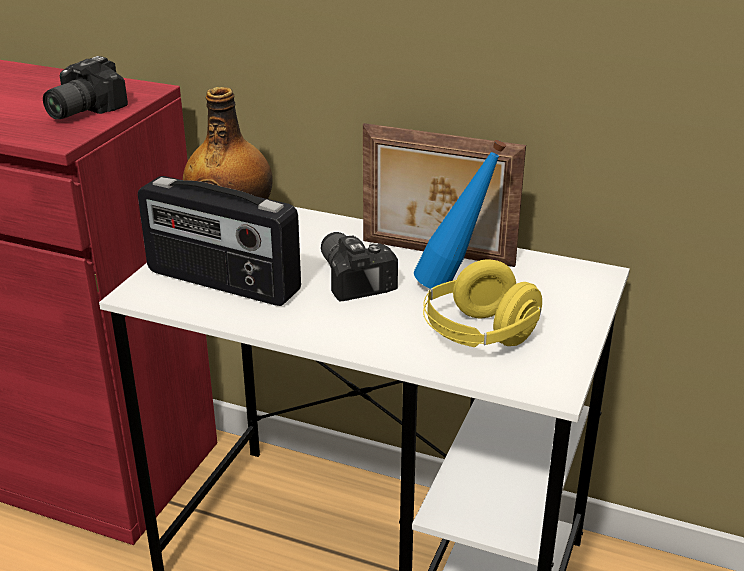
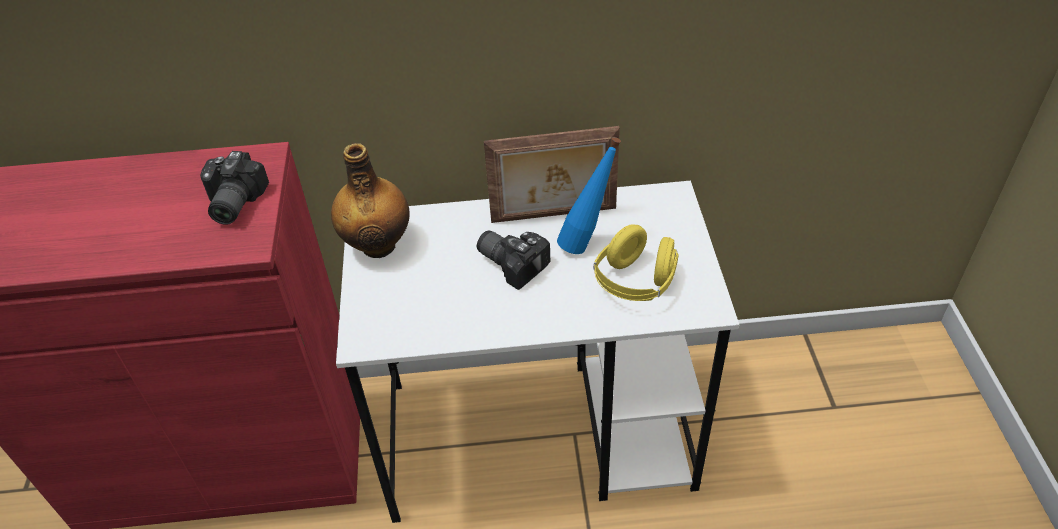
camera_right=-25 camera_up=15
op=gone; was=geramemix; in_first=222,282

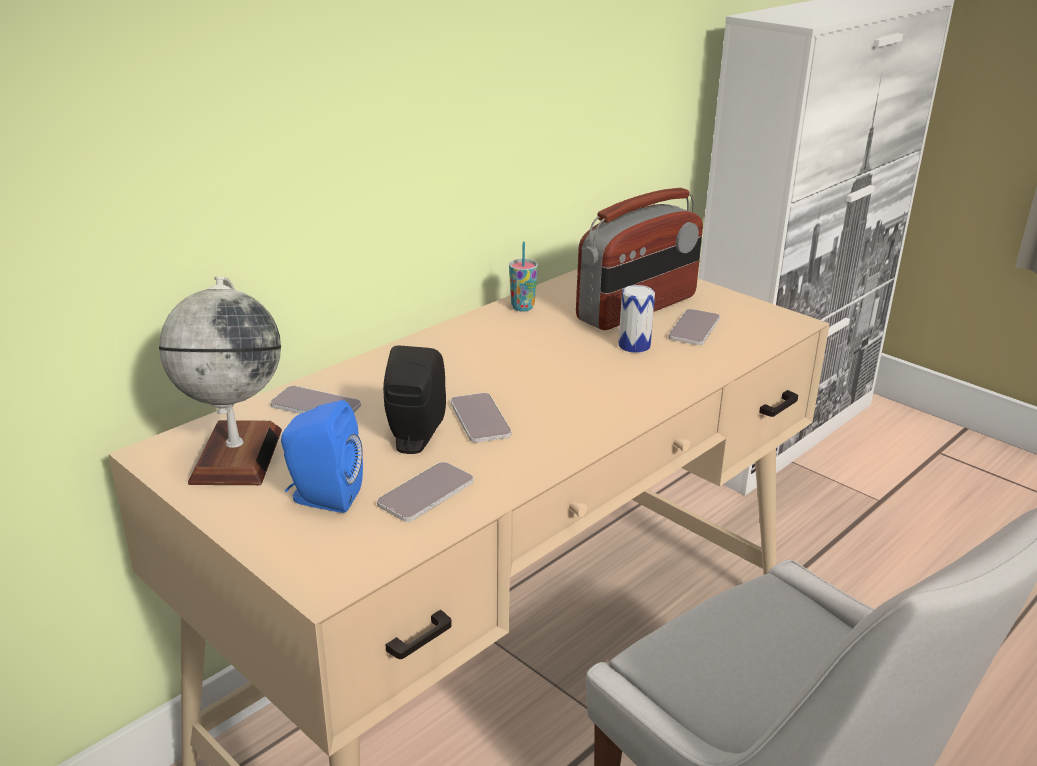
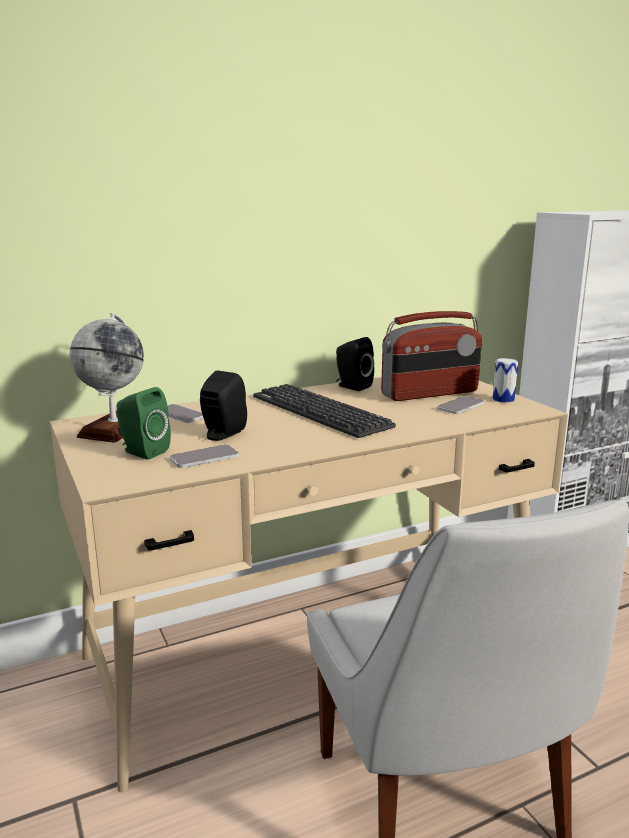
camera_right=20 camera_up=-10
op=swapped; was=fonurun; now=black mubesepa; in_first=522,307; in_second=352,386
op=shifted; was=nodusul; in_first=634,346; in_second=503,399
op=gone; was=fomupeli; in_first=480,419
op=repainted; was=blue mubesepa; now=green mubesepa; in_first=322,498; in_second=142,452
op=new; now=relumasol; in_second=319,411

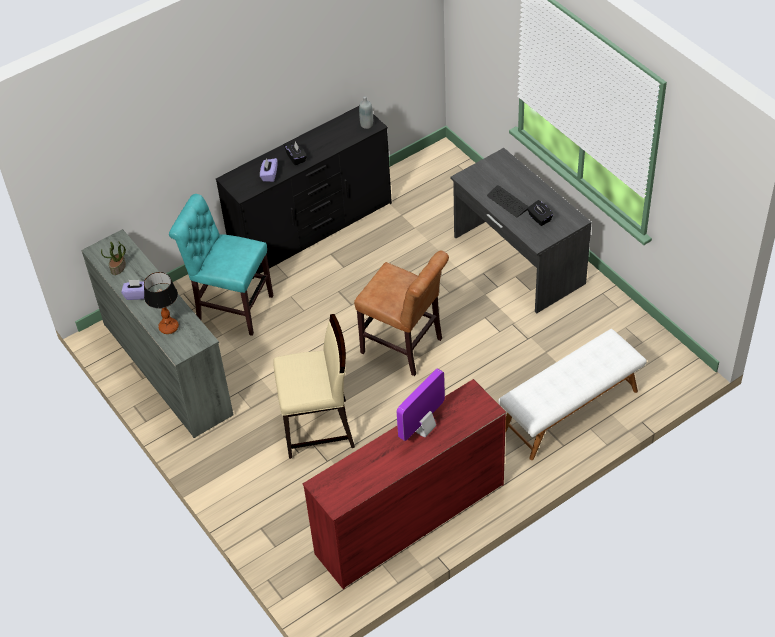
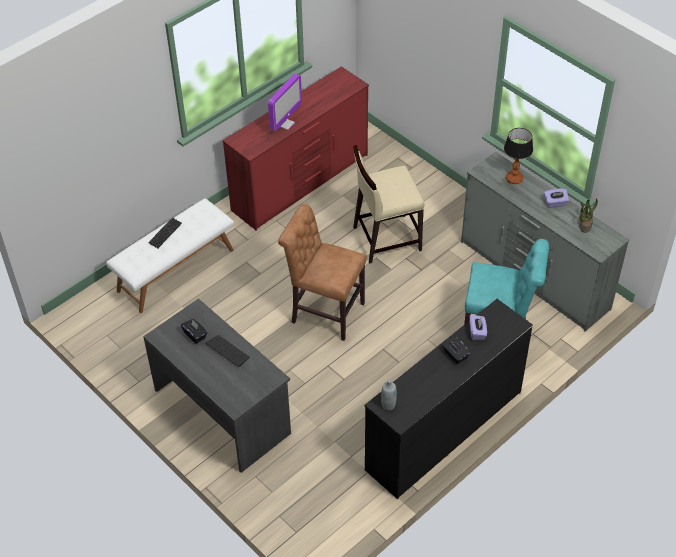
camera_right=170 camera_up=0
op=new; now=relumasol; in_second=165,233

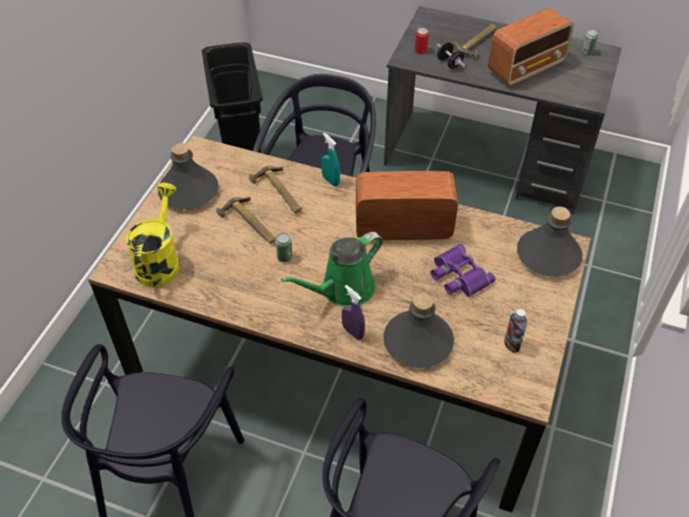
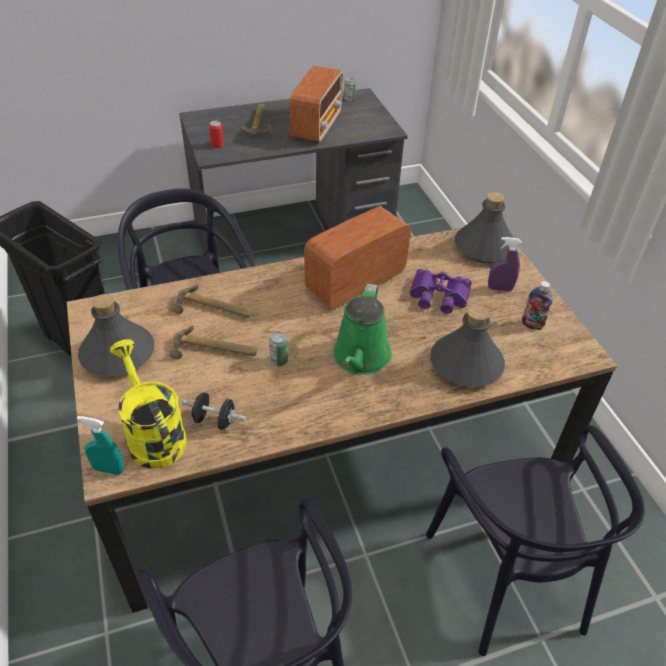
camera_right=-40 camera_up=-5
op=shifted; was=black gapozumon; in_first=449,63; in_second=214,420
op=shifted; was=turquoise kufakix; in_first=330,180; in_second=108,469
op=shifted; was=purple kufakix; in_first=353,332; in_second=500,288

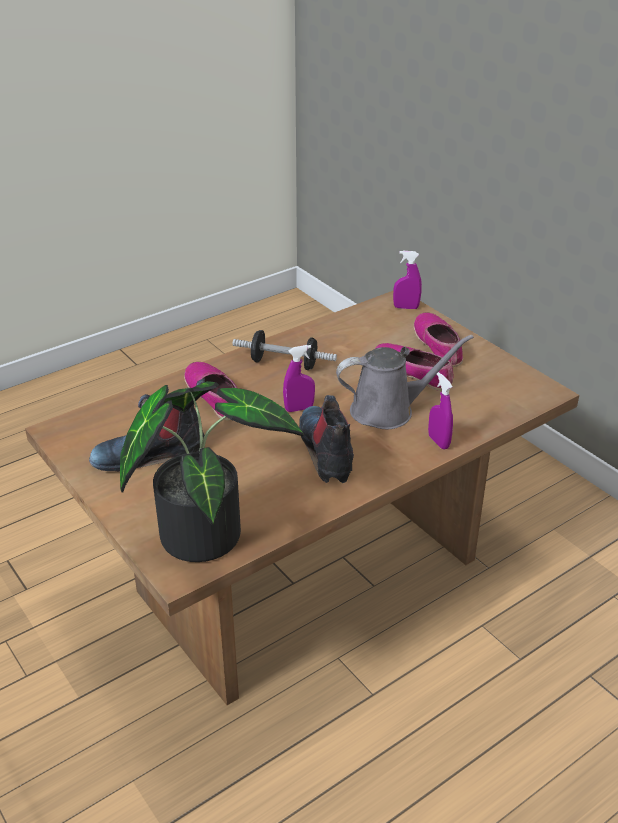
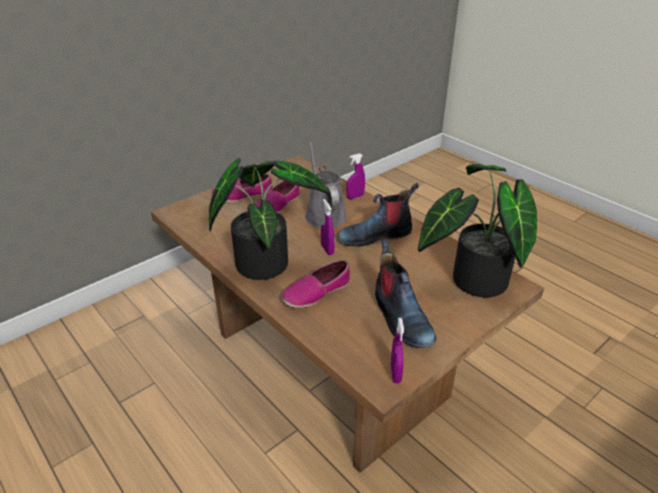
camera_right=-95 camera_up=0
op=shifted; was=purple kufakix; in_first=406,307; in_second=395,374
op=swapped; was=gapozumon; now=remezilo; in_first=284,363; in_second=265,260

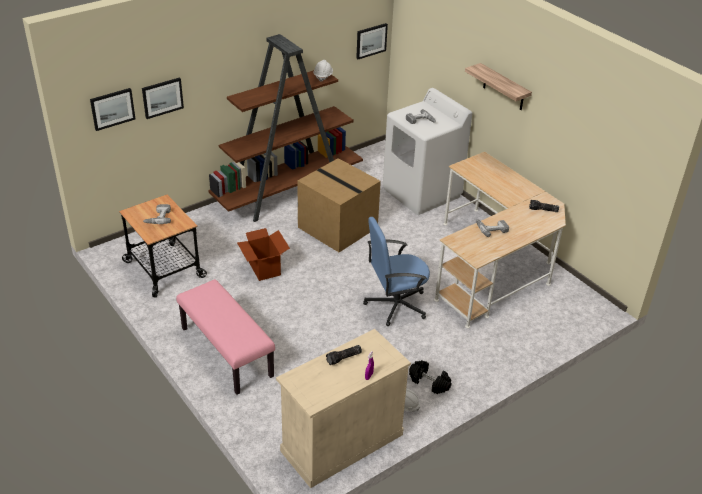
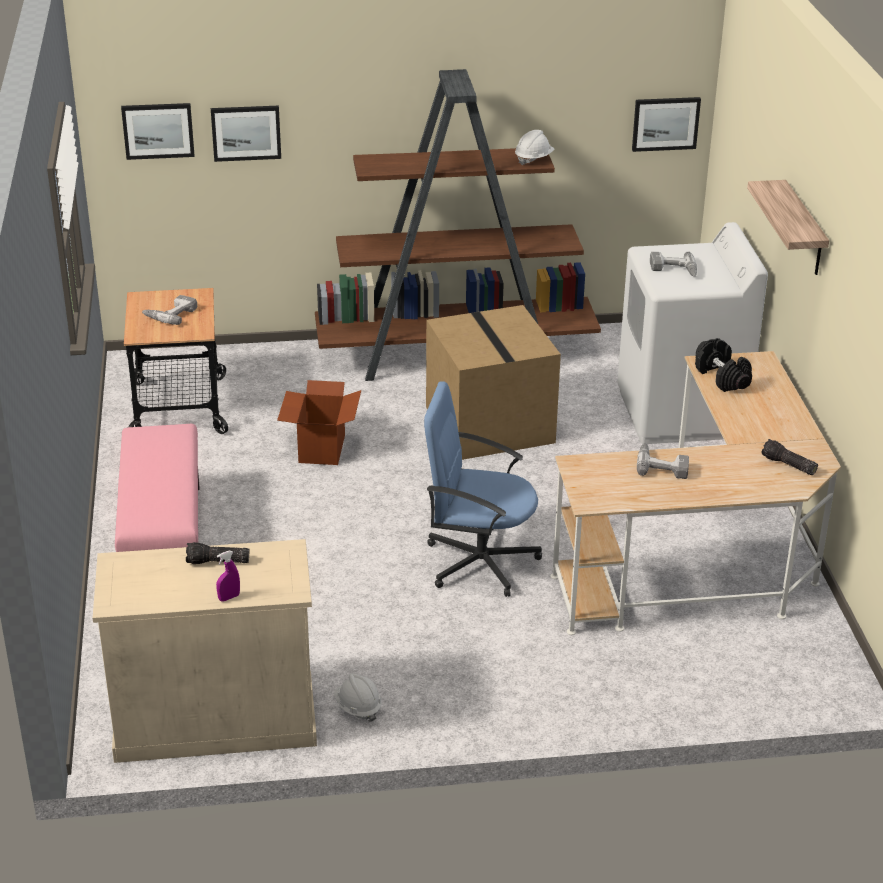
camera_right=30 camera_up=-5
op=shifted; was=black gapozumon; in_first=429,382; in_second=722,377

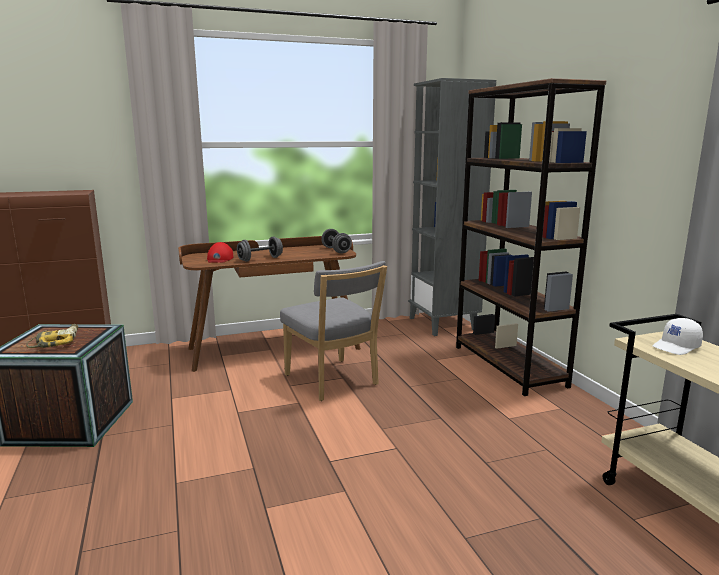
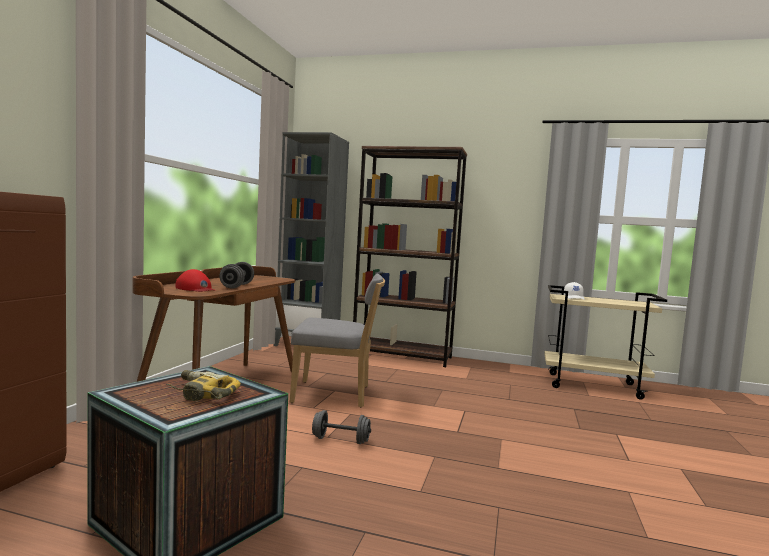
camera_right=-55 camera_up=-10
op=shifted; was=grey gapozumon; in_first=336,250; in_second=340,440

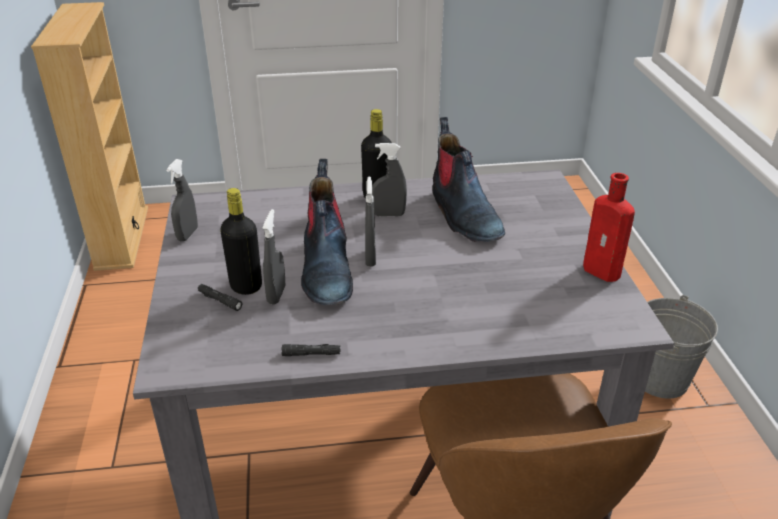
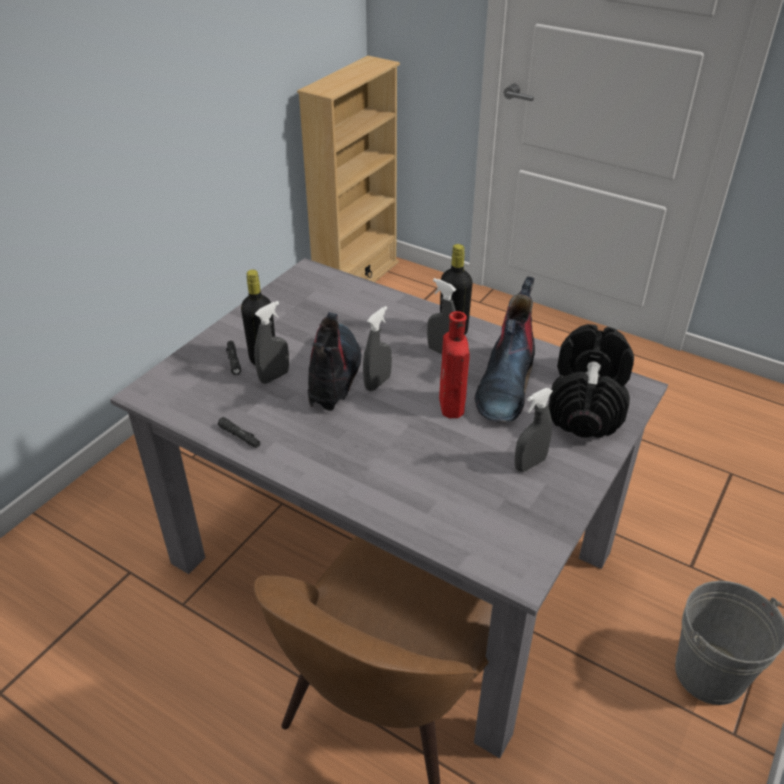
camera_right=40 camera_up=5
op=shifted; was=grey kufakix; in_first=187,234; in_second=530,464
op=rotated; was=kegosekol; in_first=326,269; in_second=334,374; clockwise=150
op=shifted; was=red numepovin; in_first=604,272; in_second=452,407
op=new; now=black gapozumon; in_second=588,402

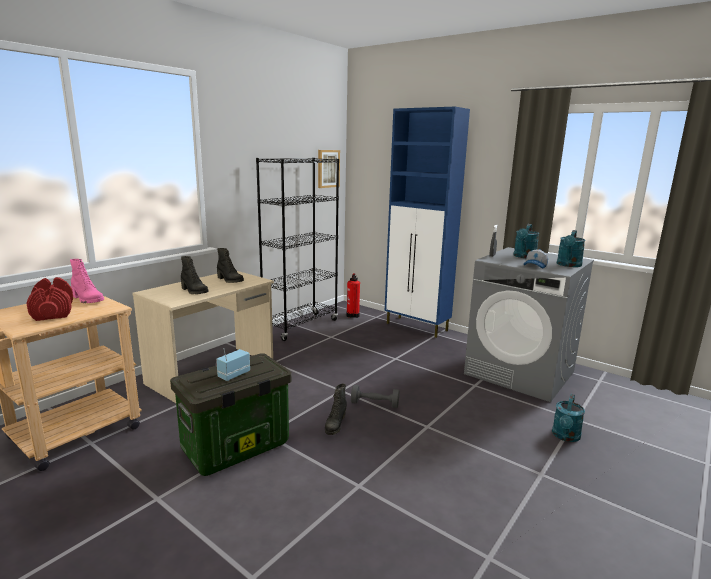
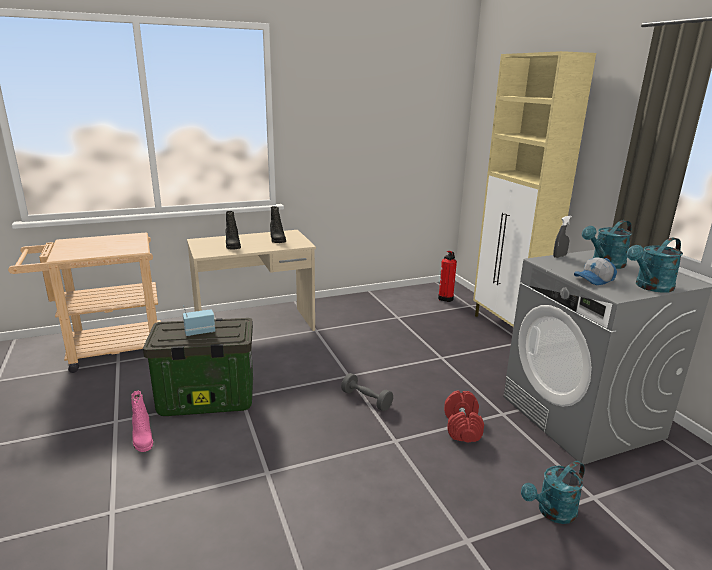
camera_right=30 camera_up=5
op=repainted; was=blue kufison; now=beige kufison; in_first=417,327; in_second=507,328
op=gone; was=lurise; in_first=328,168
op=gone; was=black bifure; in_first=301,326
op=shifted; was=pink kegosekol; in_first=87,300; in_second=142,439
op=shifted; was=red gapozumon; in_first=52,312; in_second=462,426
op=gone; was=black kegosekol; in_first=335,425

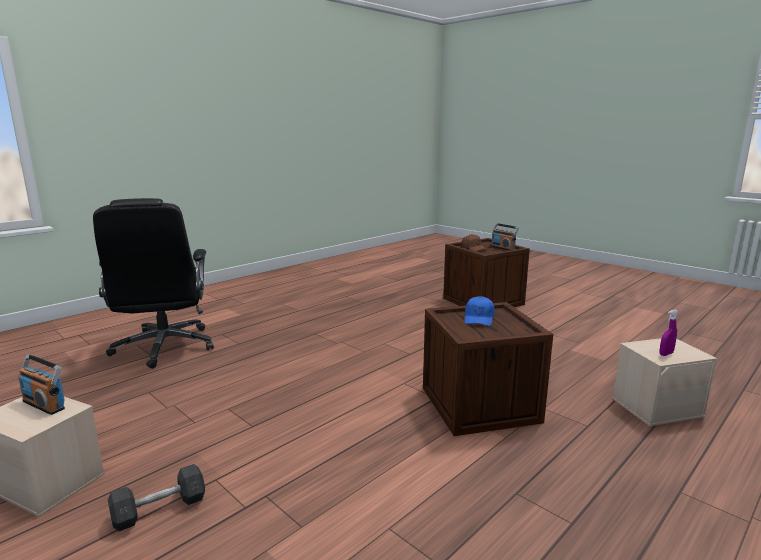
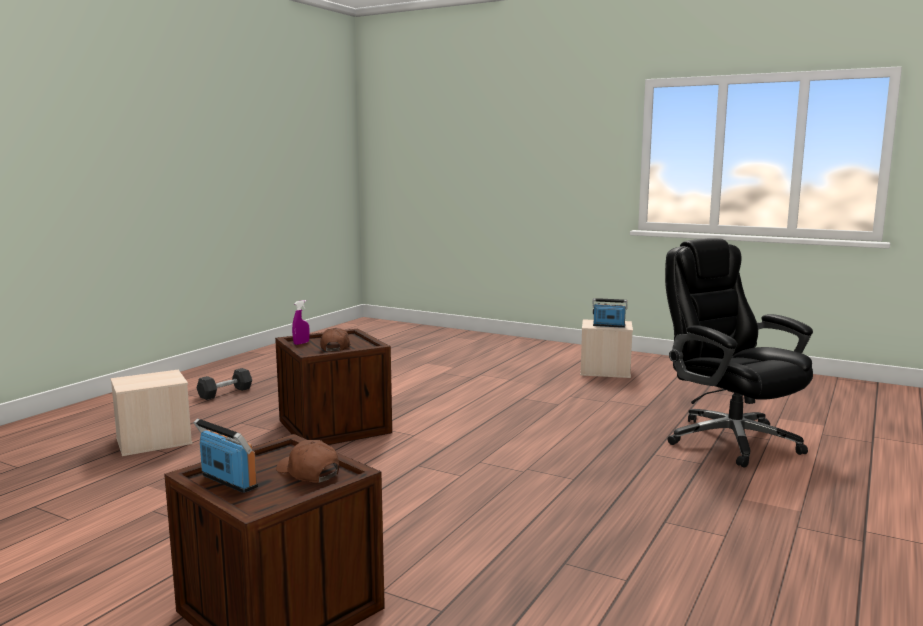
camera_right=165 camera_up=-5
op=repainted; was=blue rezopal; now=brown rezopal; in_first=479,318; in_second=335,347
op=shifted; was=purple kufakix; in_first=666,354; in_second=301,343
op=shifted; was=grey gapozumon; in_first=160,509; in_second=225,393

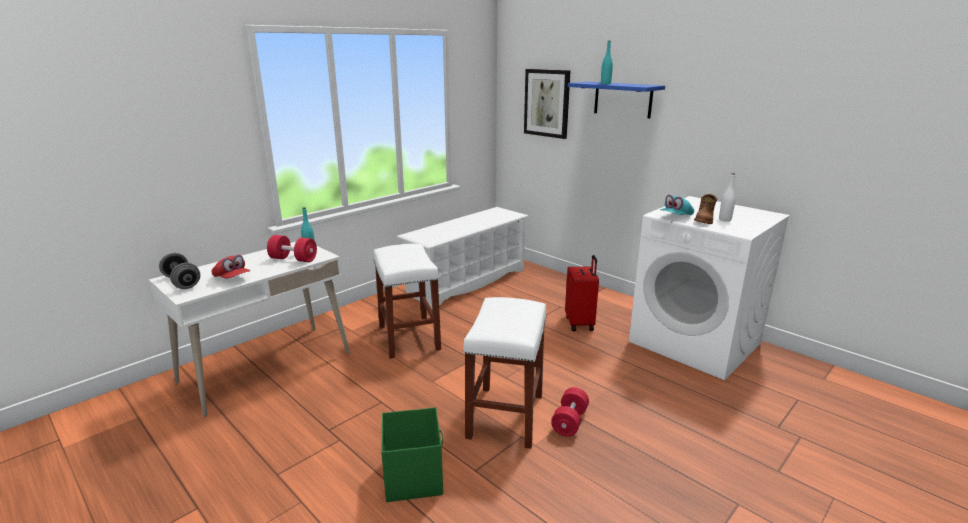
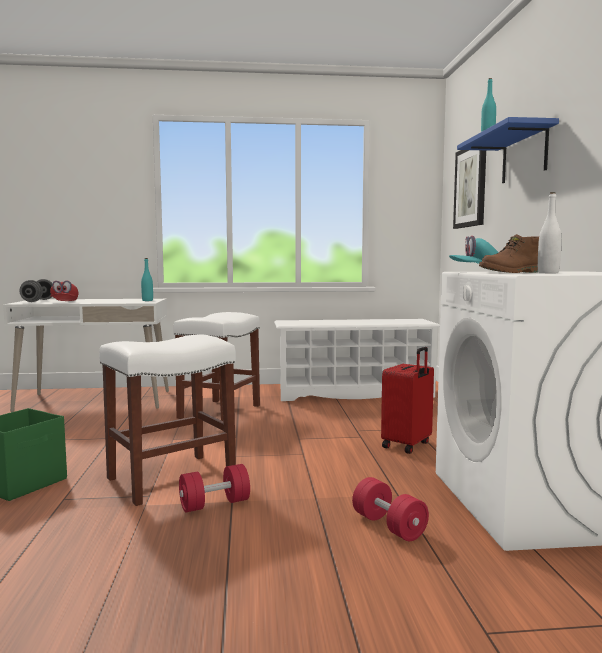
camera_right=40 camera_up=-15
op=shifted; was=red gapozumon; in_first=293,259; in_second=388,526

